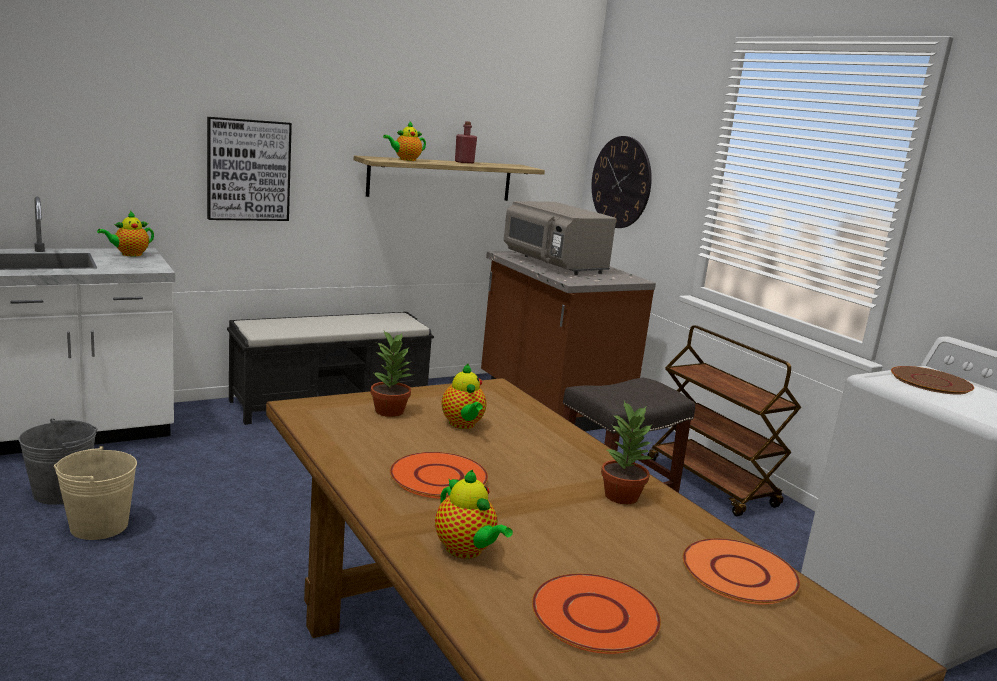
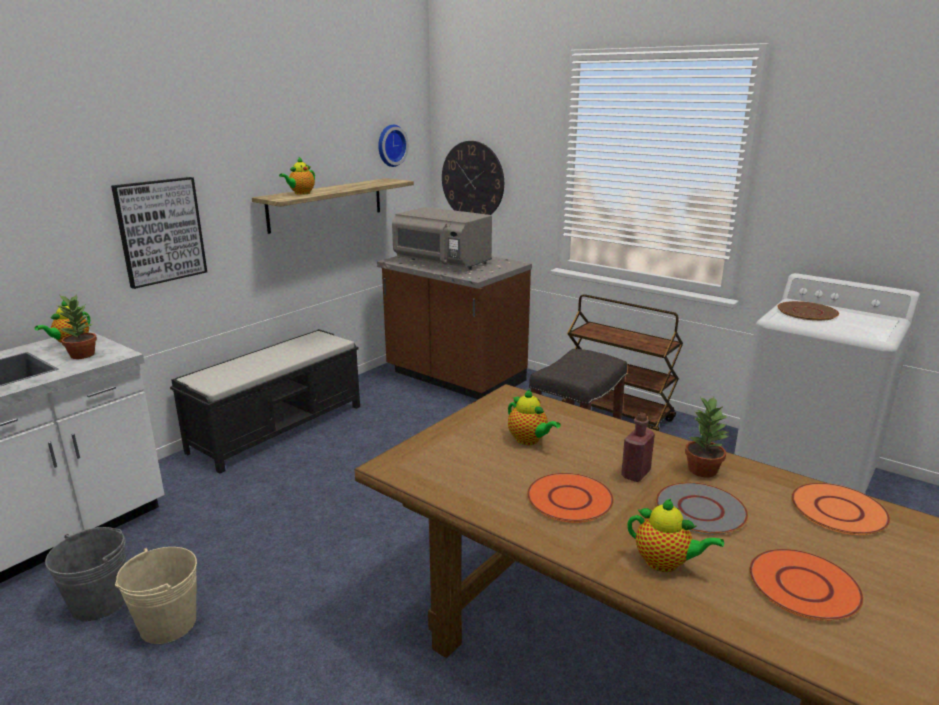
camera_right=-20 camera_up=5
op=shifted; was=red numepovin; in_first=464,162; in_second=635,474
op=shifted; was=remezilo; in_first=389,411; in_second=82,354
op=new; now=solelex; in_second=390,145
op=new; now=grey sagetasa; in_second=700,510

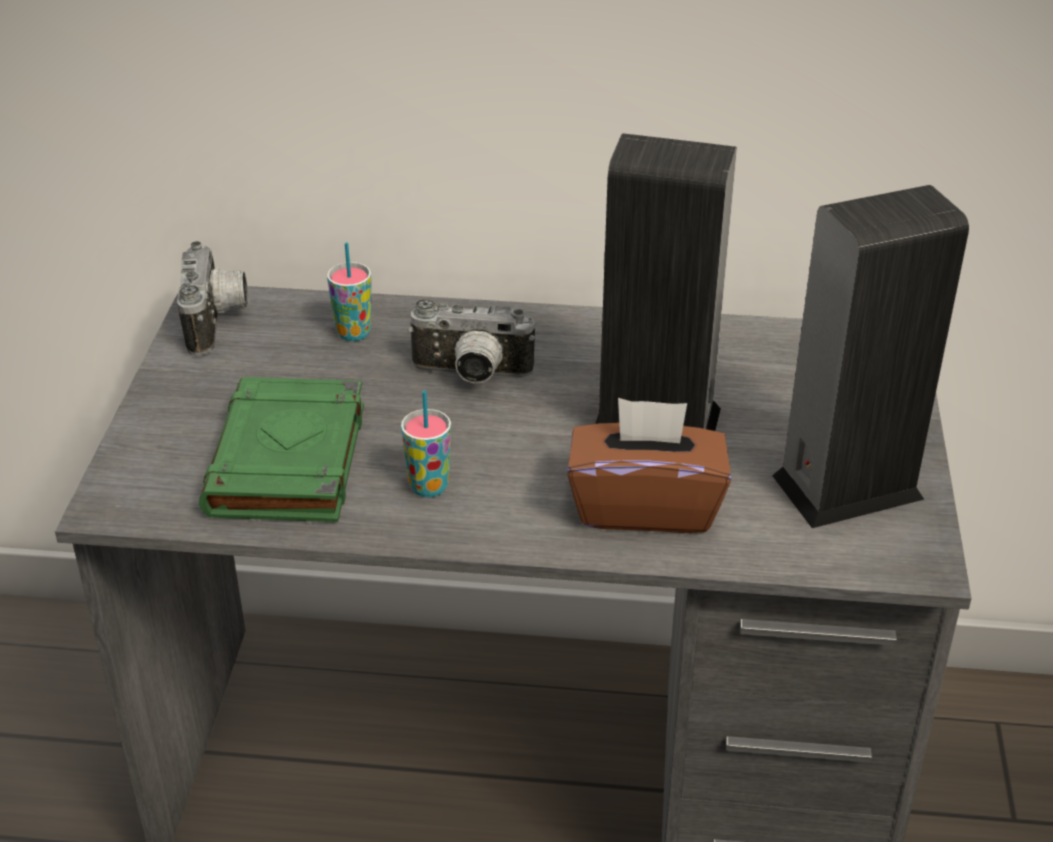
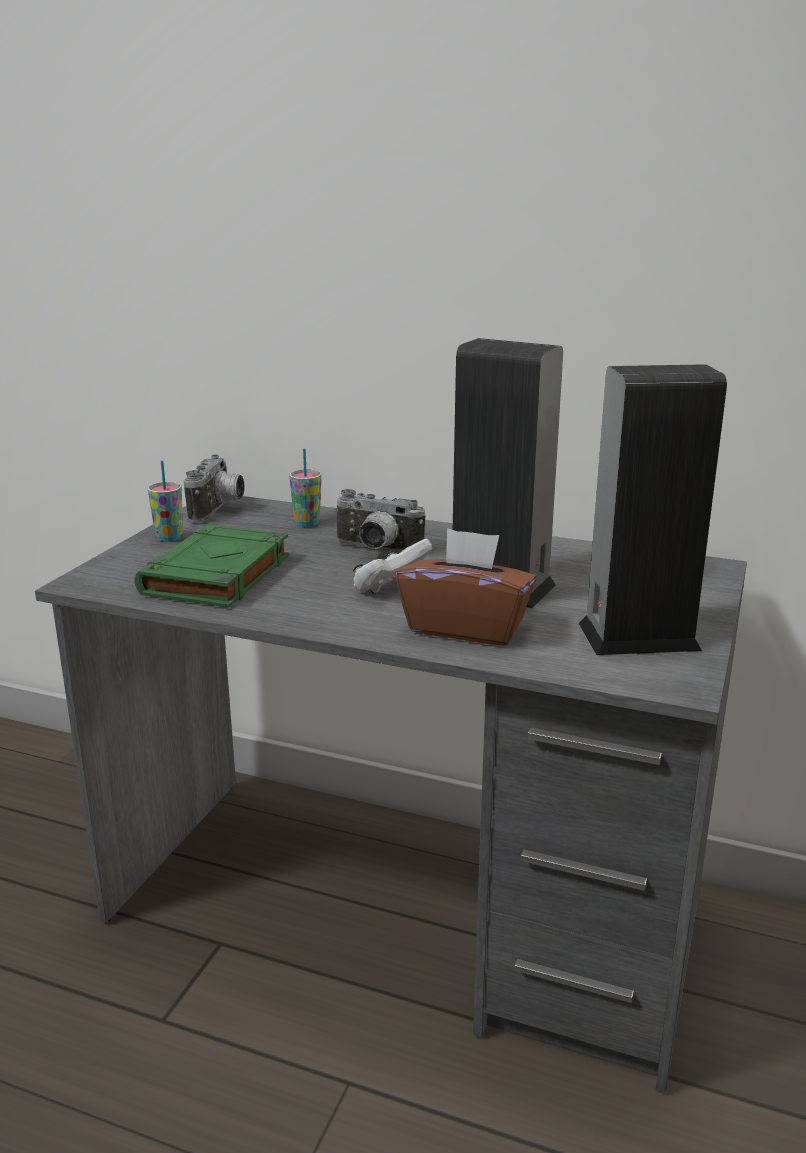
camera_right=15 camera_up=-15
op=shifted; was=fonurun; in_first=429,486; in_second=169,538
op=new; now=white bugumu; in_second=390,588

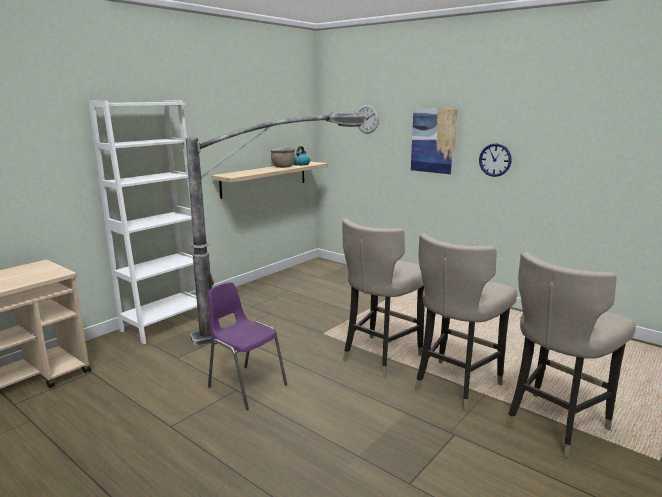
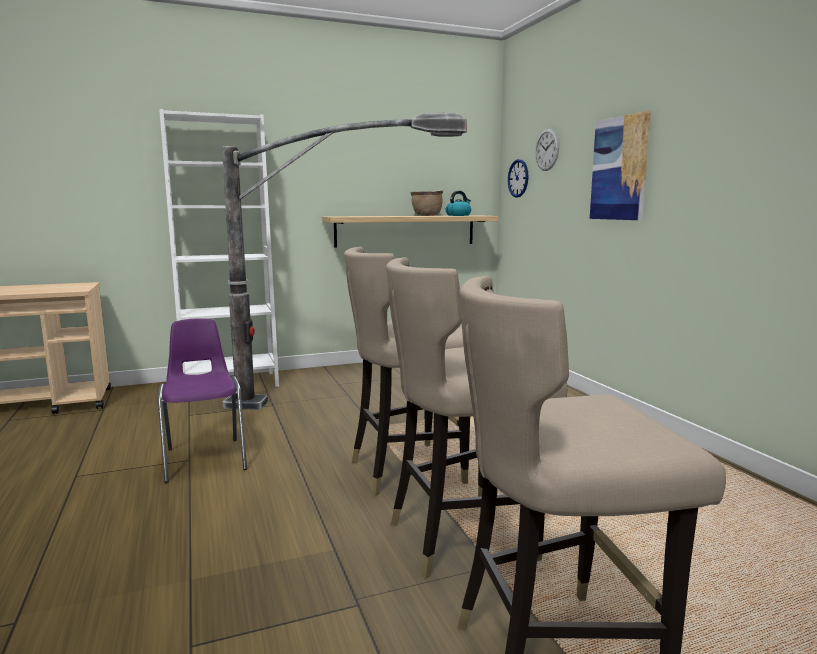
camera_right=30 camera_up=-5
op=shifted; was=solelex; in_first=495,160; in_second=518,178

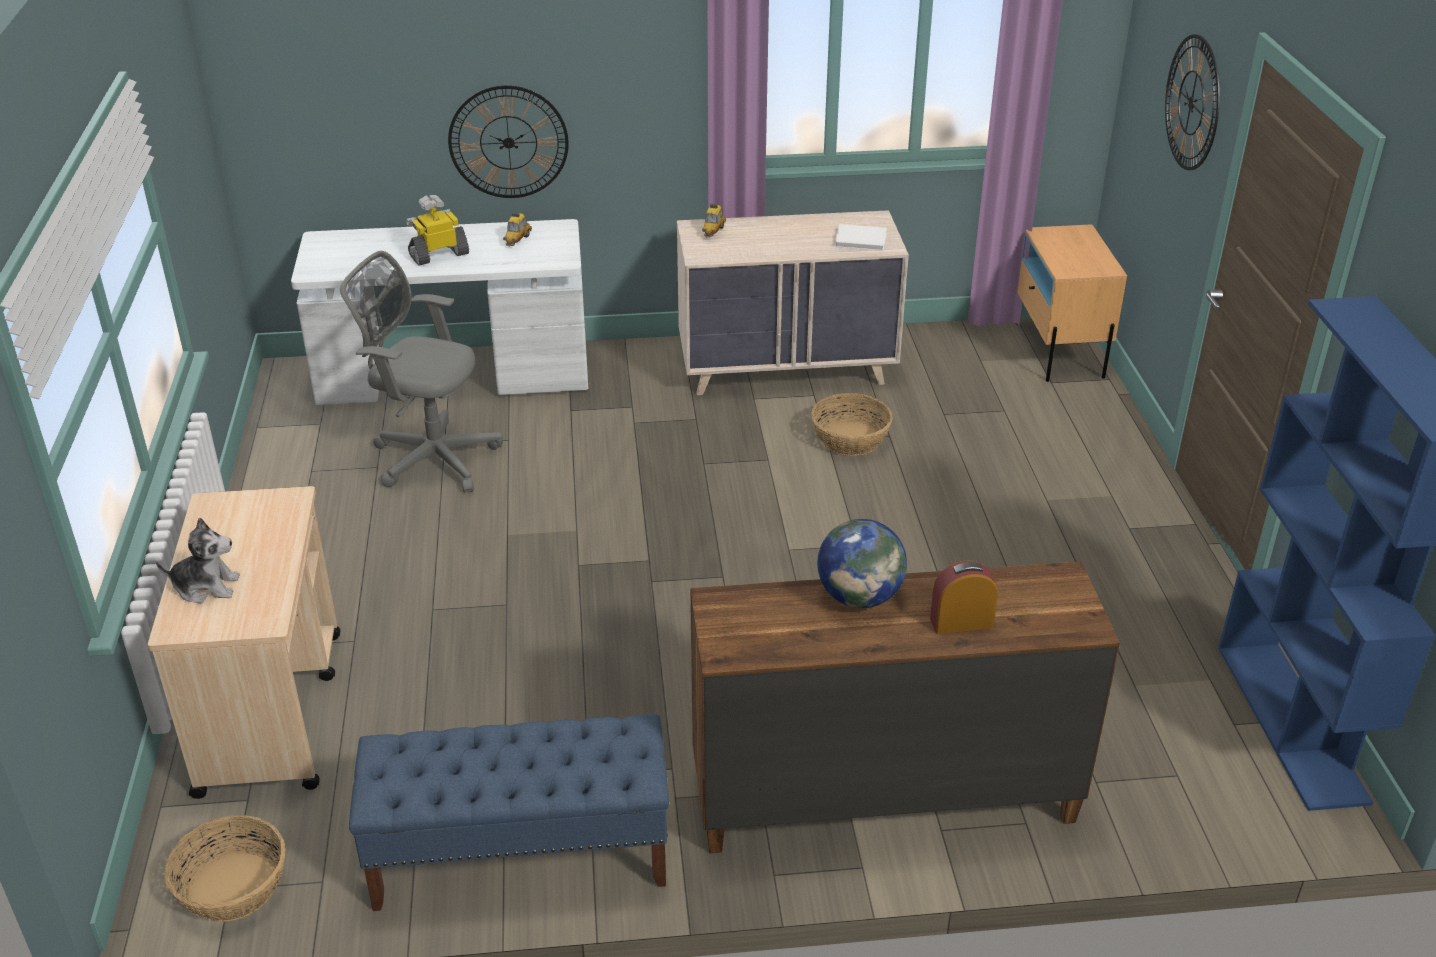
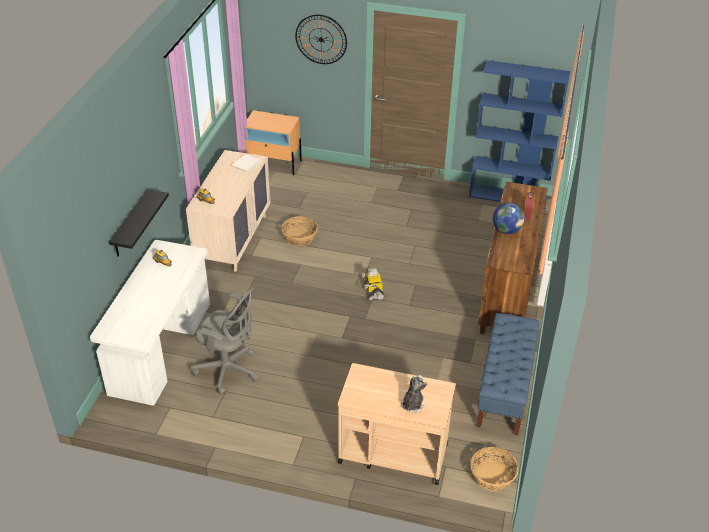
camera_right=-70 camera_up=5
op=swapped; was=solelex; now=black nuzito; in_first=508,142; in_second=130,224
op=shifted; was=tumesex; in_first=439,254; in_second=373,292
op=rotated; was=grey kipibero; in_first=431,457; in_second=229,370; clockwise=-105

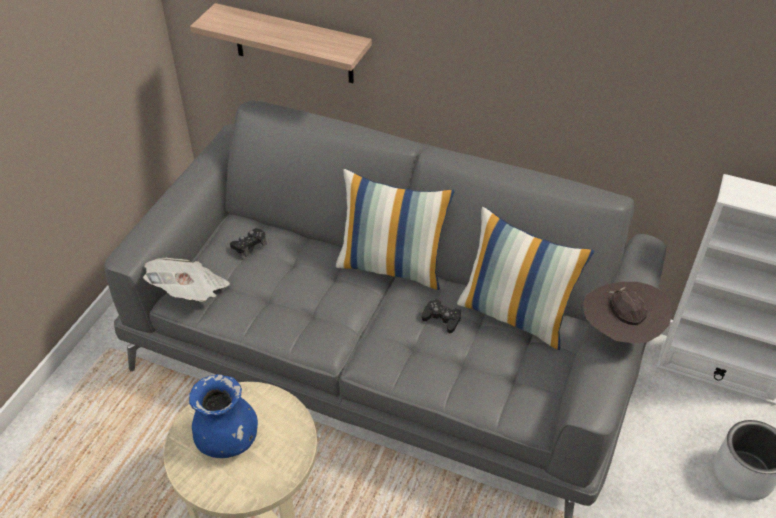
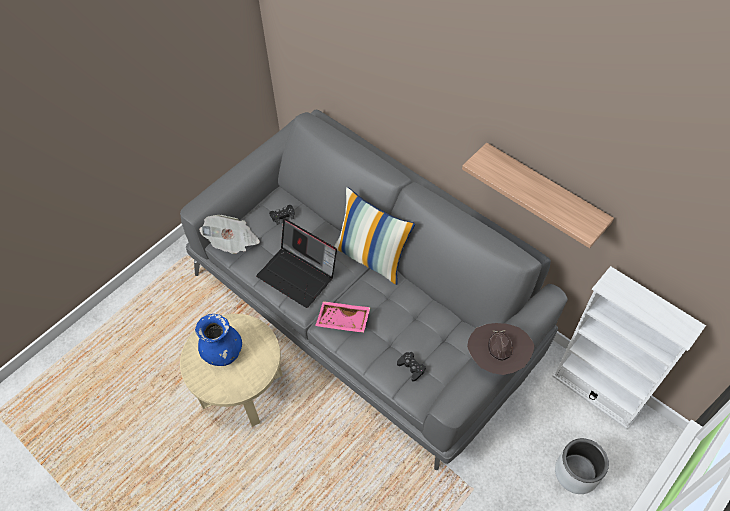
camera_right=20 camera_up=10
op=shifted; was=nuzito; in_first=293,44; in_second=543,193
op=gone; was=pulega; in_first=515,314
op=shifted; was=black bugumu; in_first=442,319; in_second=411,367
op=new; now=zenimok; in_second=299,274
op=new; now=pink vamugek; in_second=343,321

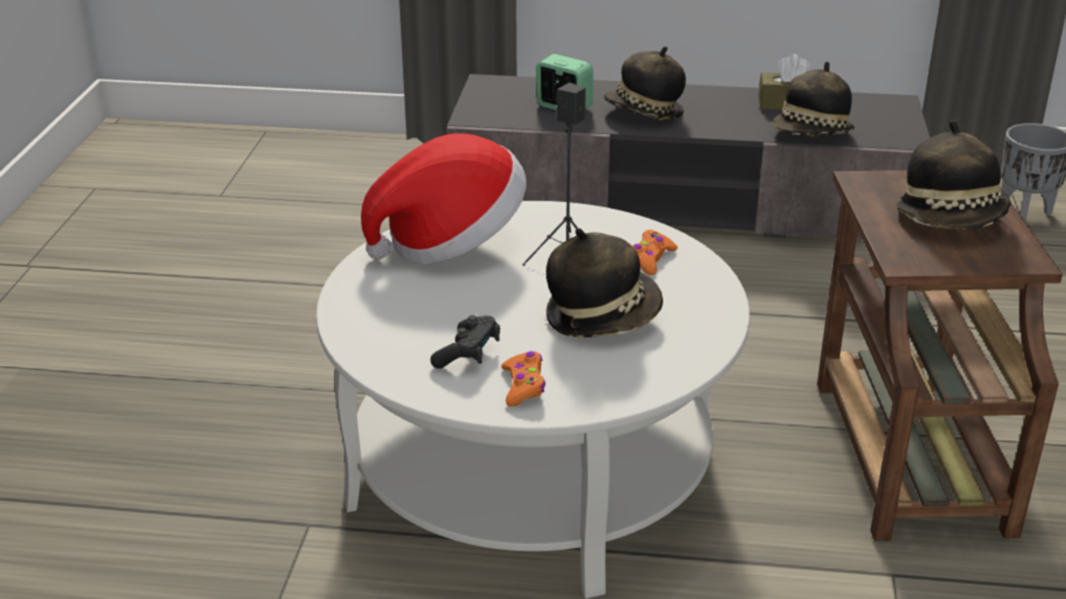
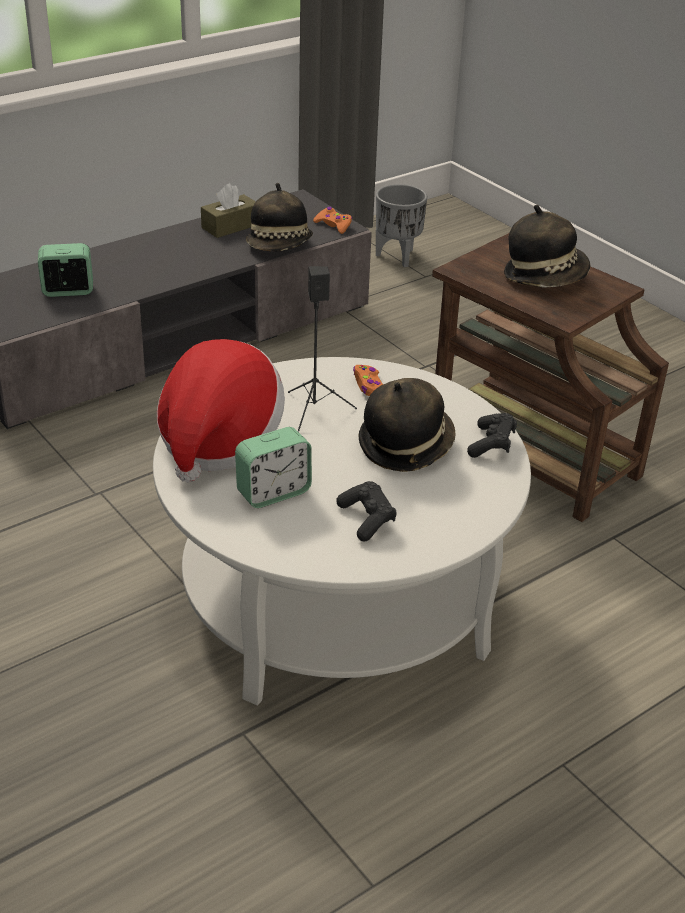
camera_right=-45 camera_up=5
op=gone; was=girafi; in_first=644,113
op=shifted; was=orange bugumu; in_first=523,386; in_second=333,225
op=new; now=black bugumu; in_second=491,444
op=new; now=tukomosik; in_second=273,492

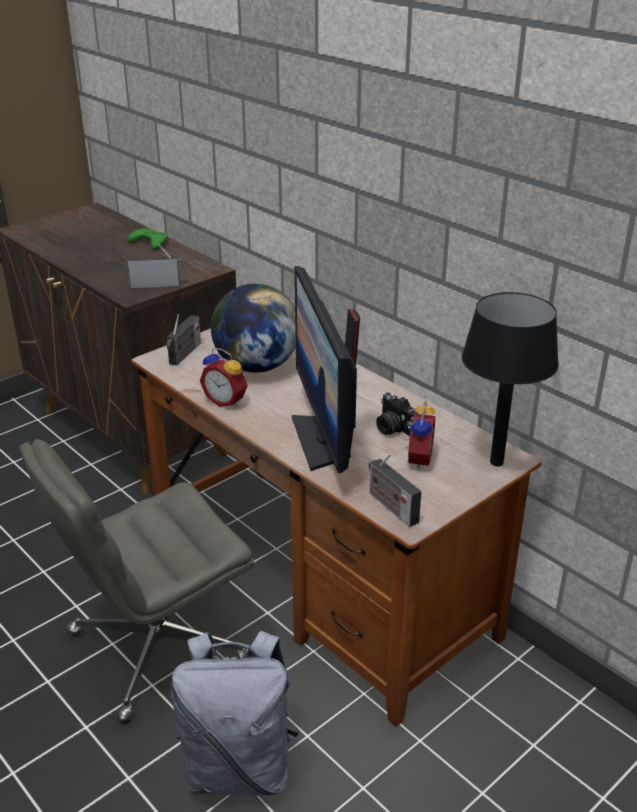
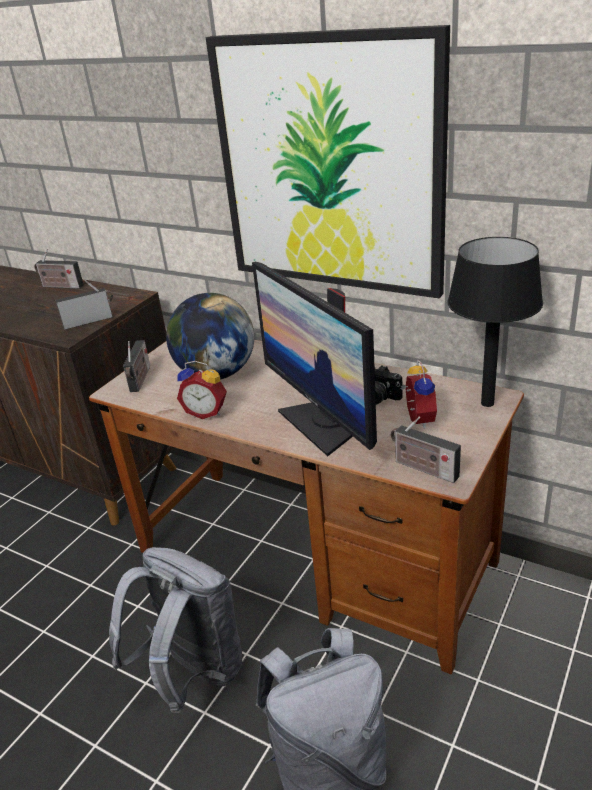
camera_right=-15 camera_up=0
op=swapped; was=green bugumu; now=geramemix; in_first=150,243; in_second=60,286
op=swapped; was=grey kipibero; now=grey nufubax; in_first=157,649; in_second=193,673
op=new; now=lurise; in_second=329,166

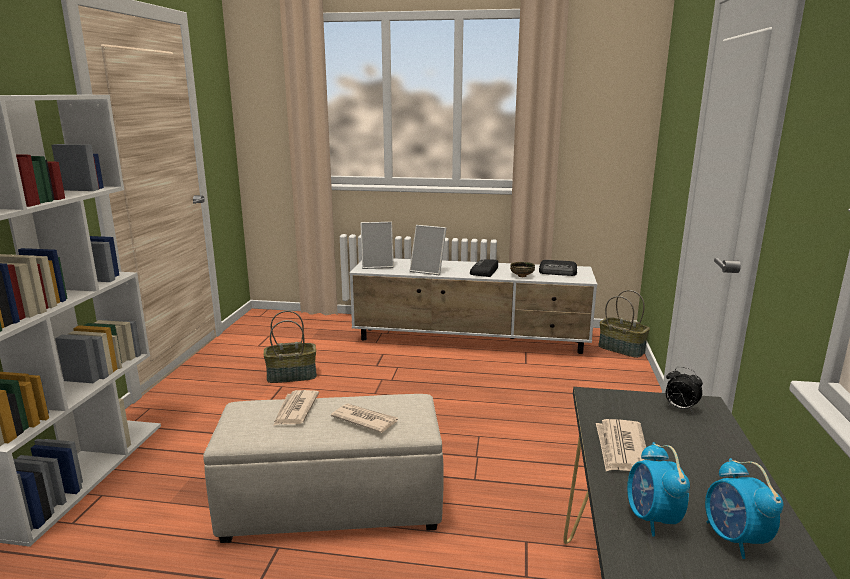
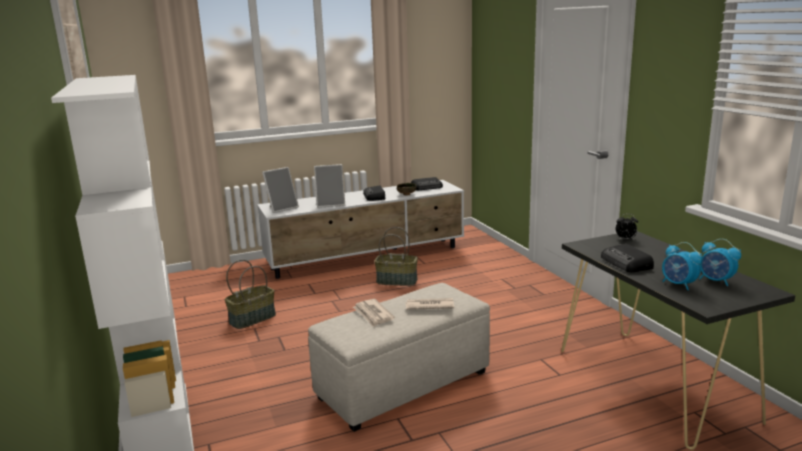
camera_right=-30 camera_up=0
op=shifted; was=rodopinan; in_first=622,349; in_second=397,281
op=swapped; was=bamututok; now=geramemix; in_first=621,449; in_second=627,263

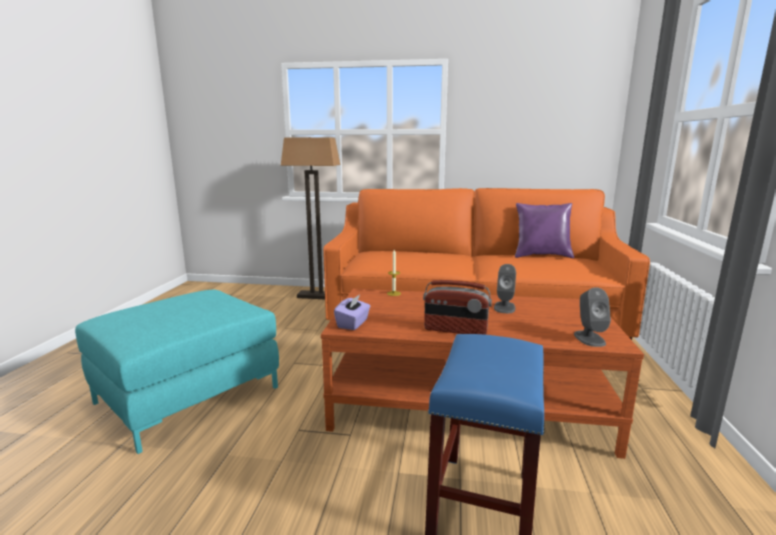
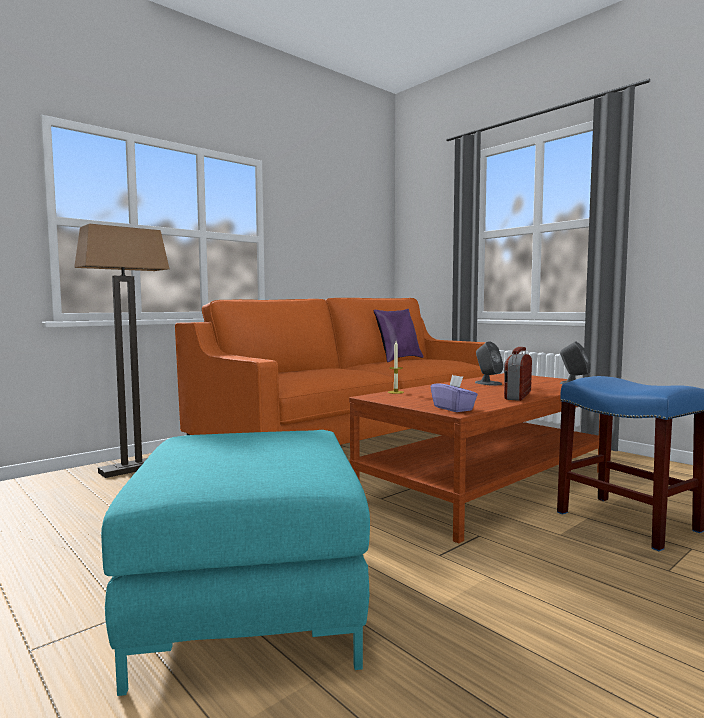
camera_right=-50 camera_up=-10
op=rotated; was=geramemix; in_first=455,330; in_second=517,396; clockwise=150

